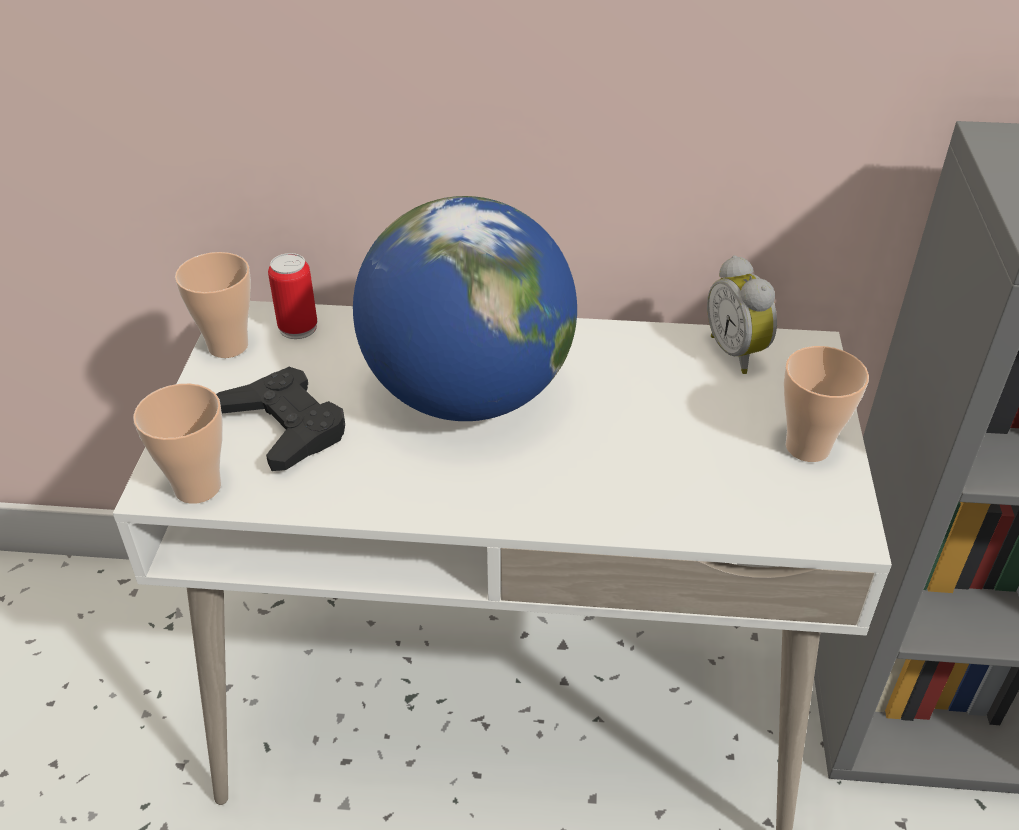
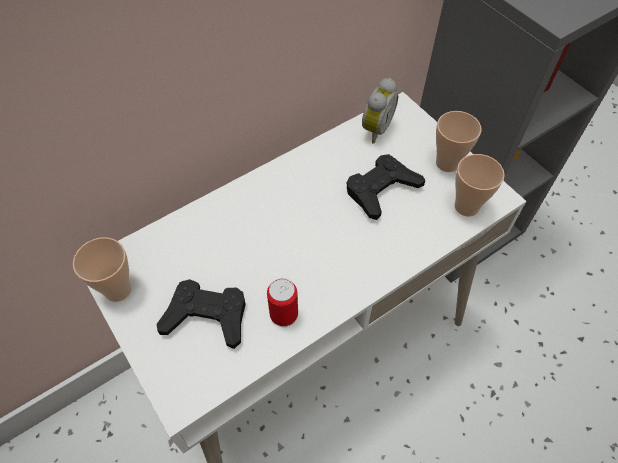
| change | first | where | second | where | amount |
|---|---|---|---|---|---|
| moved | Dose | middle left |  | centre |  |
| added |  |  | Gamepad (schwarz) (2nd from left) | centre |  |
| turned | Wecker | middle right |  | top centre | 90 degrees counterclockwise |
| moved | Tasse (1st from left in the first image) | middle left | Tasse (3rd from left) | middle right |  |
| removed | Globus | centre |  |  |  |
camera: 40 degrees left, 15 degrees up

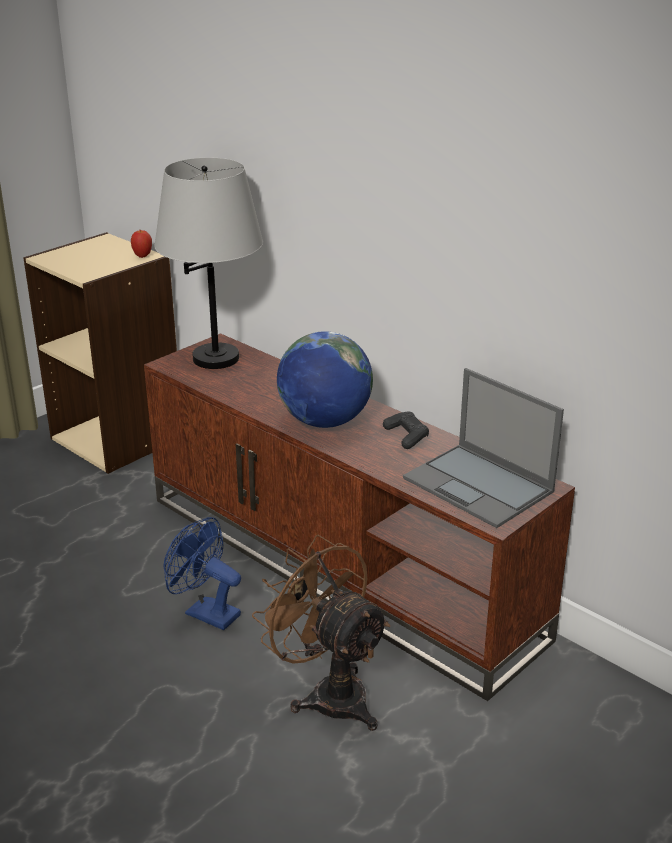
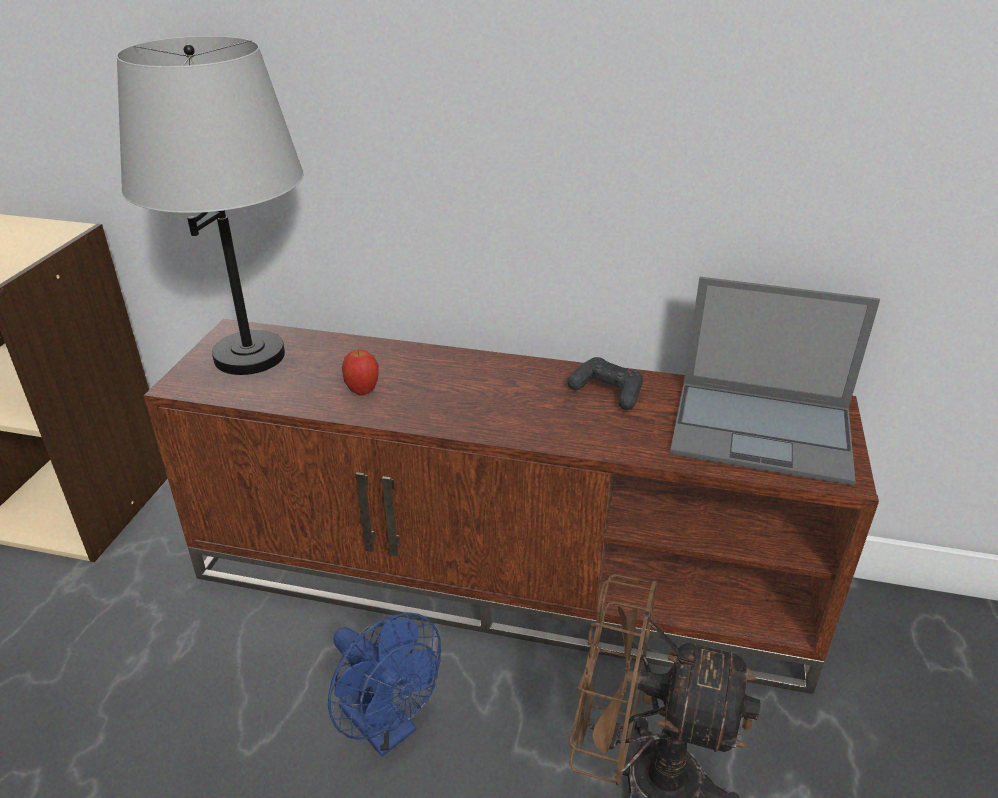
| change | first | where | second | where | amount |
|---|---|---|---|---|---|
| turned | Ventilator (blau) | bottom left |  | bottom centre | 135 degrees counterclockwise |
| moved | Apfel | top left |  | centre |  |
| removed | Globus | centre |  |  |  |
camera: 30 degrees left, 5 degrees up

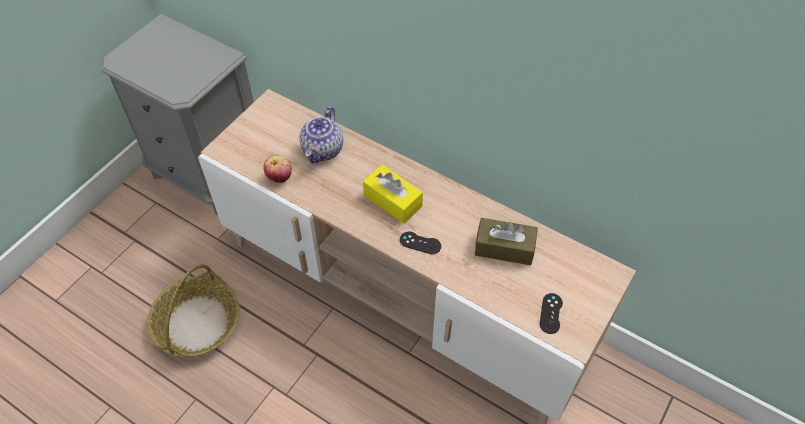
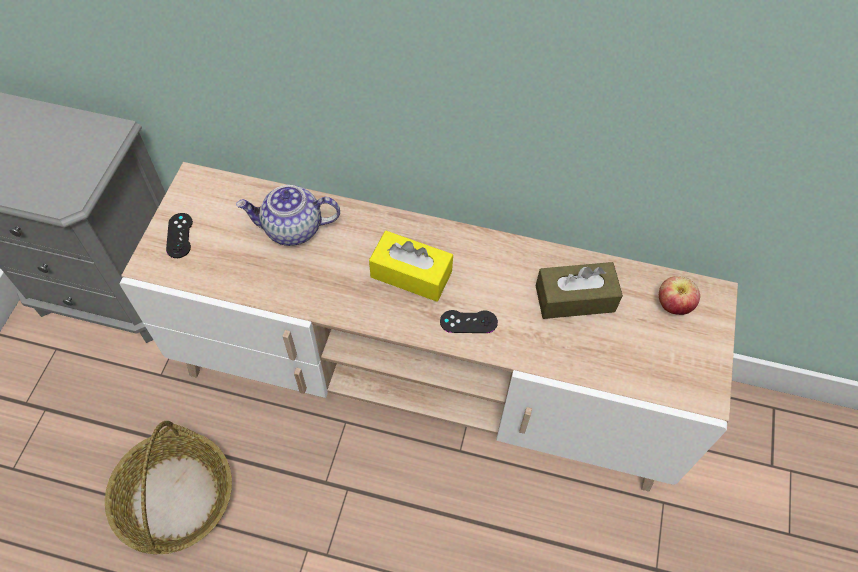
| change | first | where | second | where | amount |
|---|---|---|---|---|---|
| moved | Gamepad (schwarz) (2nd from left in the first image) | bottom right | Gamepad (schwarz) (1st from left) | middle left |  |
| turned | Teekanne | top centre |  | centre | 90 degrees clockwise |
| moved | Apfel | centre |  | middle right |  |
camera: 20 degrees left, 5 degrees up

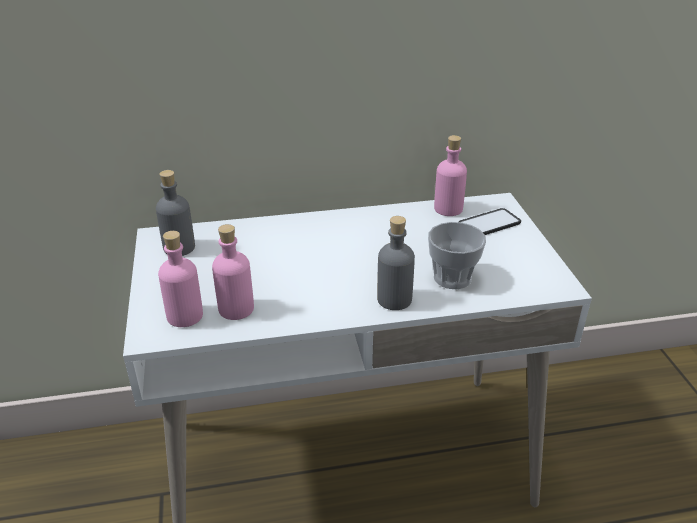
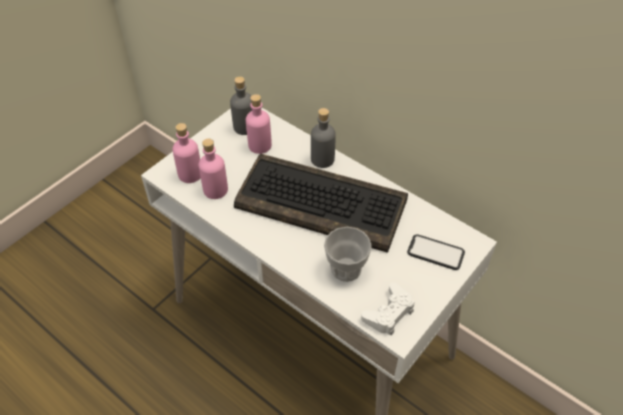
| change | first | where | second | where | amount |
|---|---|---|---|---|---|
| added |  |  | Tastatur | centre |  |
| moved | Flasche (rosa) (3rd from left) | centre |  | top centre |  |
| moved | Flasche (grau) (2nd from left) | centre |  | top centre |  |
| added |  |  | Gamepad (weiß) | bottom centre |  |
camera: 50 degrees right, 15 degrees up

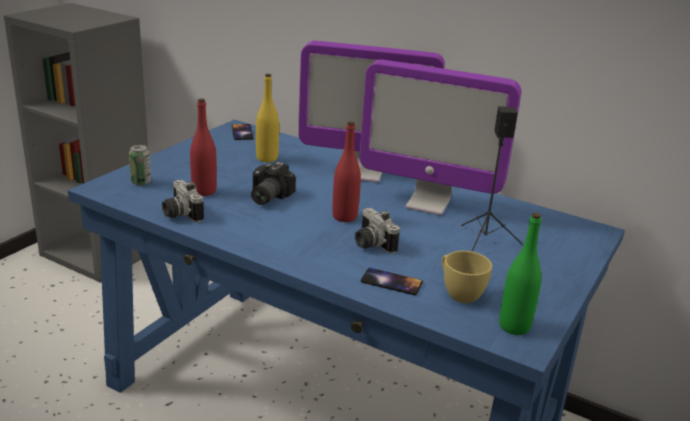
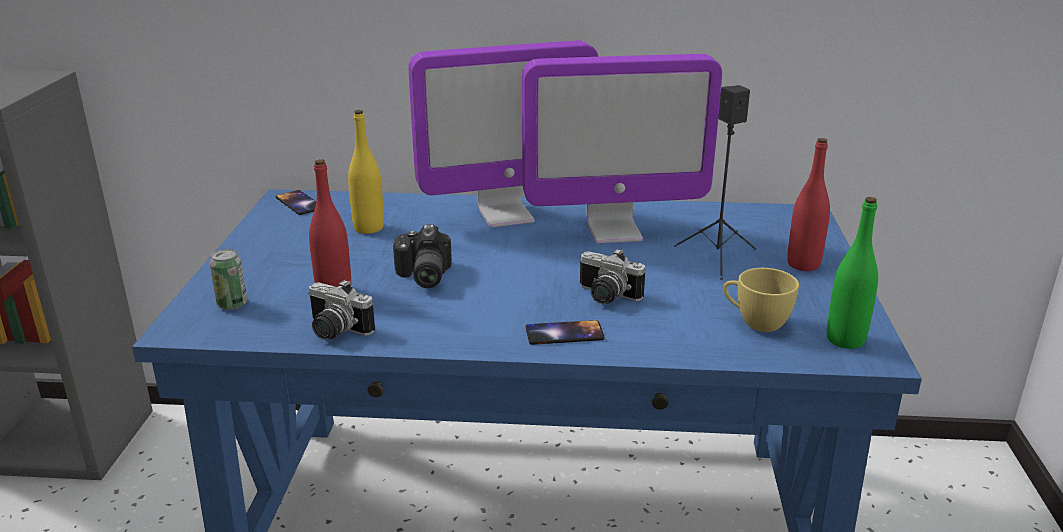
| change | first | where | second | where | amount |
|---|---|---|---|---|---|
| moved | Handy (2nd from left) | bottom centre |  | centre |  |
| moved | Flasche (rot) (2nd from left) | centre |  | middle right |  |
camera: 25 degrees left, 0 degrees up

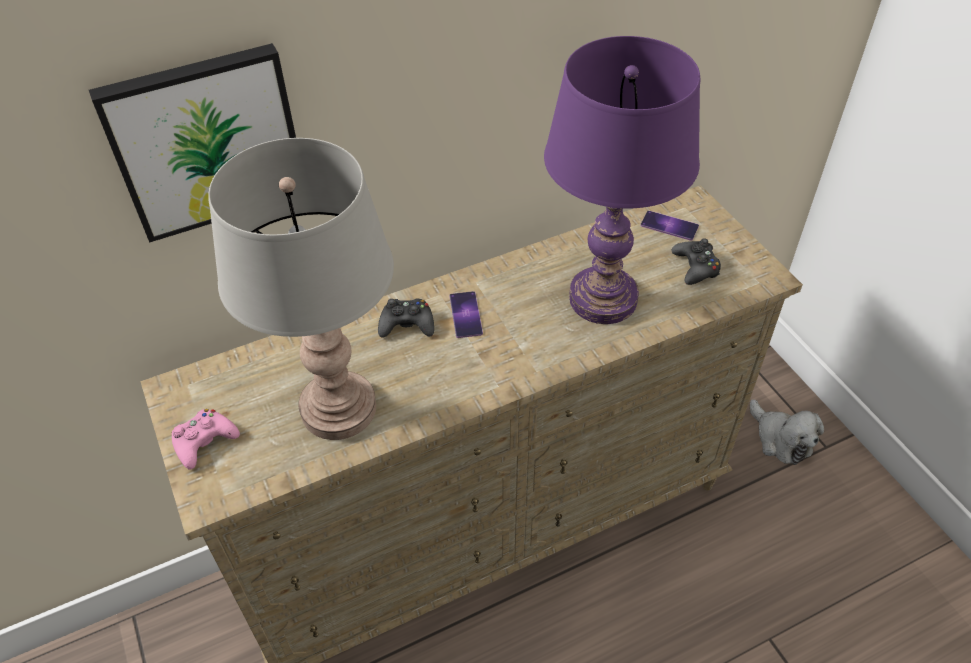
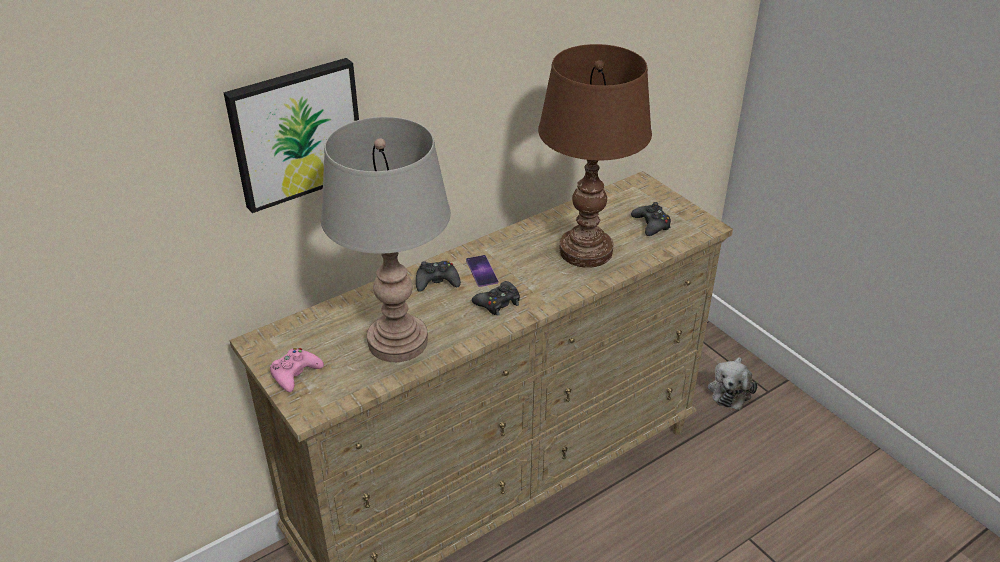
| change | first | where | second | where | amount |
|---|---|---|---|---|---|
| added |  |  | Gamepad (schwarz) (2nd from left) | centre |  |
| recoloured | Tischlampe (lila) | top centre | Tischlampe (braun) | top centre |  |
| turned | Plüschtier | middle right |  | bottom right | 60 degrees clockwise |
| removed | Handy (2nd from left) | middle right |  |  |  |
camera: 10 degrees left, 10 degrees down

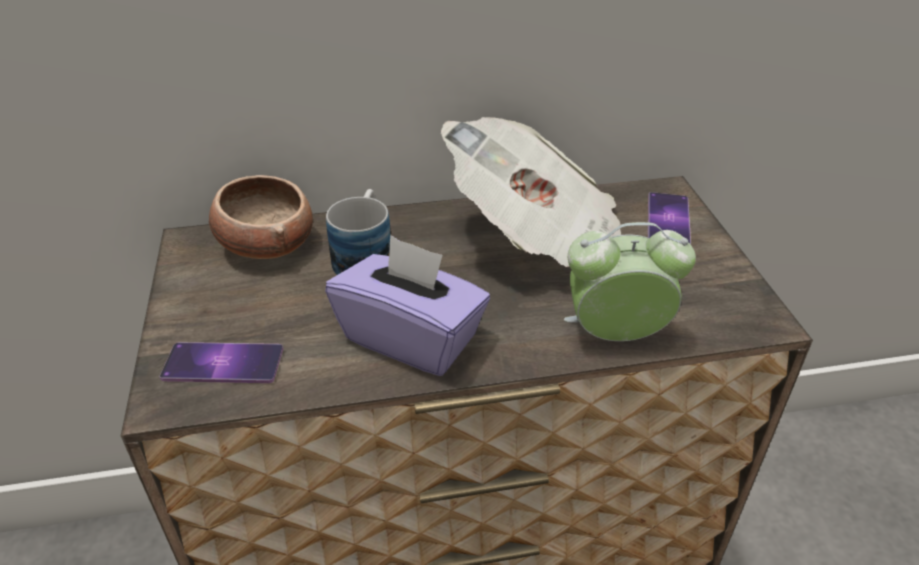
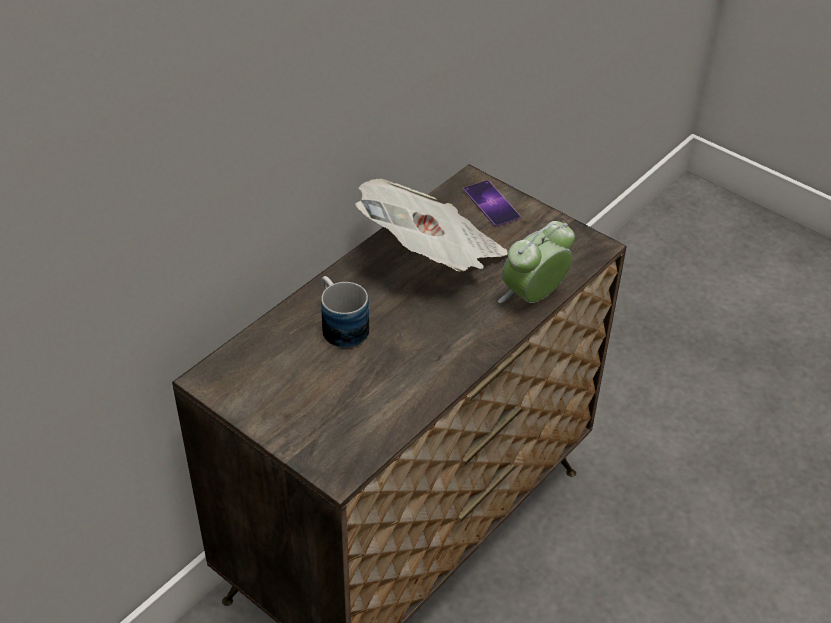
| change | first | where | second | where | amount |
|---|---|---|---|---|---|
| removed | Handy (1st from left) | middle left |  |  |  |
| removed | Schüssel | middle left |  |  |  |
| removed | Taschentuchbox (lila) | centre |  |  |  |
camera: 40 degrees left, 5 degrees up

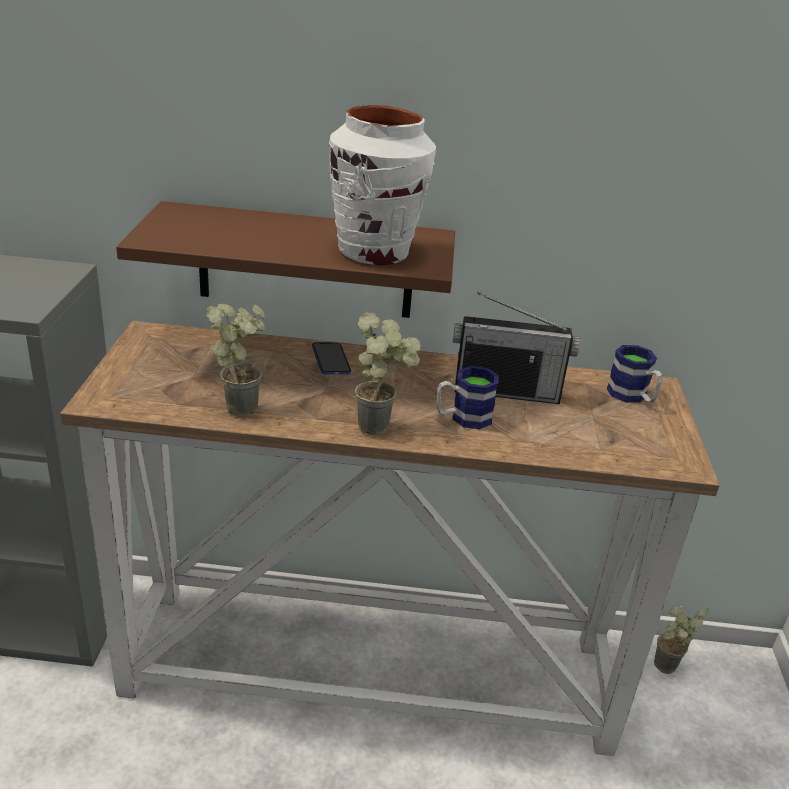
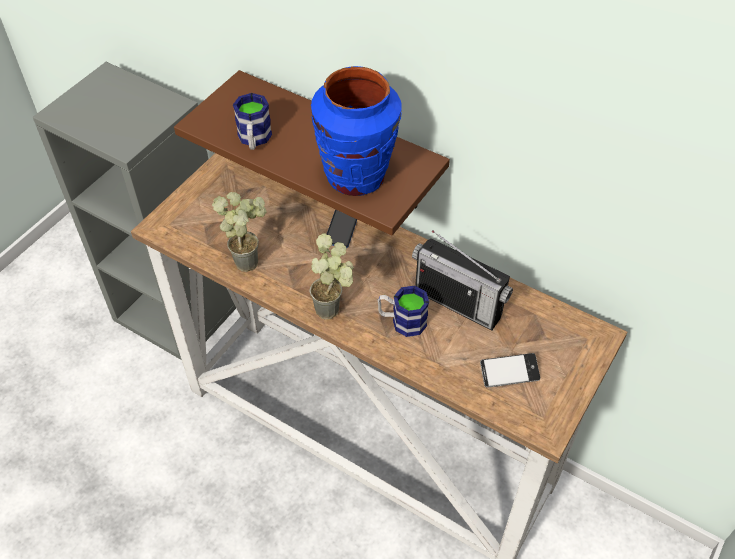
| change | first | where | second | where | amount |
|---|---|---|---|---|---|
| moved | Henkelbecher (2nd from left in the first image) | middle right | Henkelbecher (1st from left) | top centre |  |
| recoloured | Vase (weiß) | top centre | Vase (blau) | top centre |  |
| added |  |  | Handy (2nd from left) | middle right |  |
| removed | Topfpflanze (3rd from left) | bottom right |  |  |  |
camera: 30 degrees right, 20 degrees up

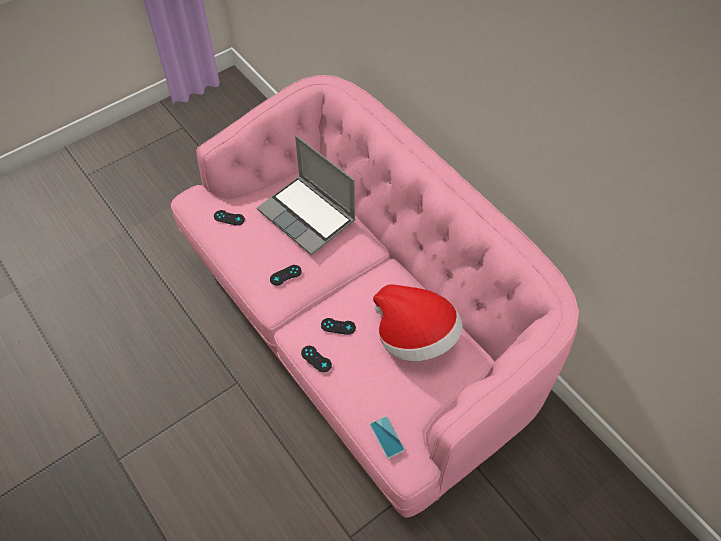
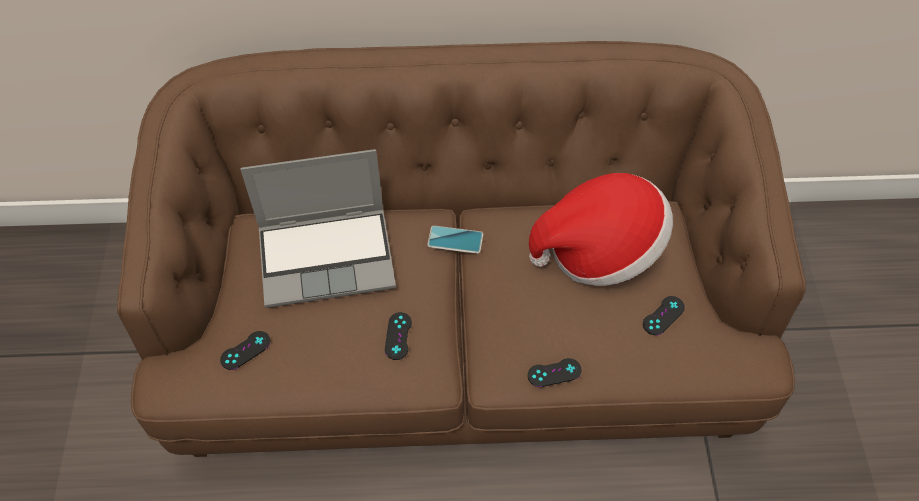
| change | first | where | second | where | amount |
|---|---|---|---|---|---|
| recoloured | Sofa (rosa) | centre | Sofa (braun) | centre |  |
| moved | Handy | bottom centre |  | centre |  |
| moved | Gamepad (schwarz) (4th from left) | centre |  | middle right |  |
camera: 55 degrees left, 0 degrees up

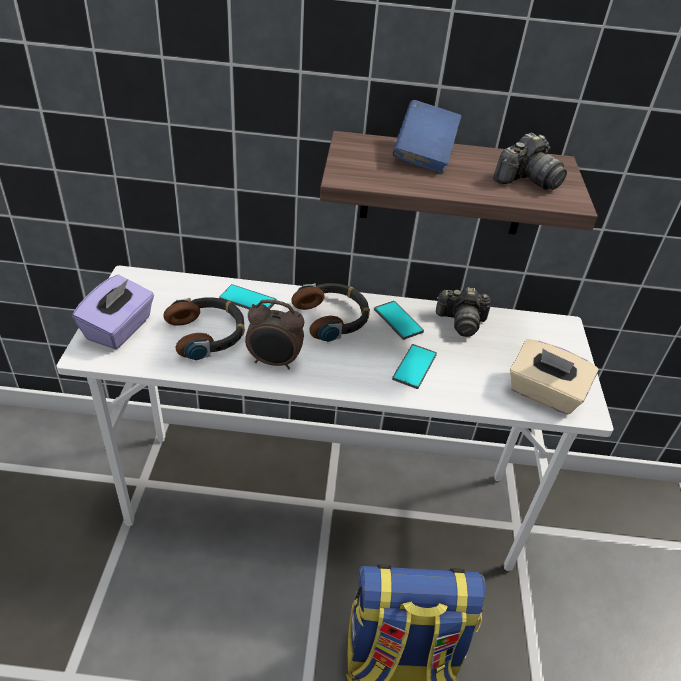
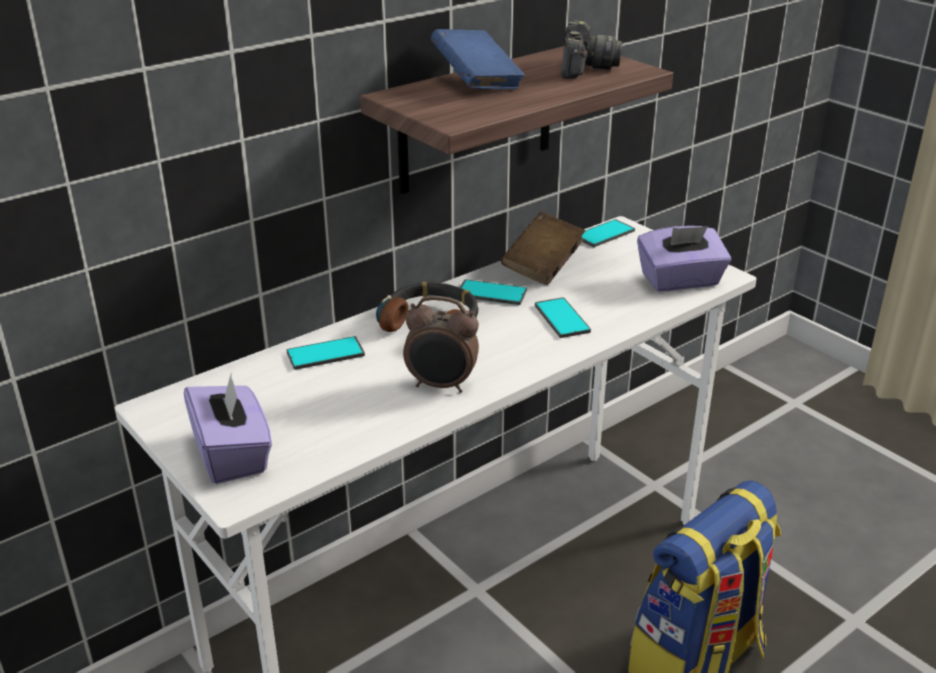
| change | first | where | second | where | amount |
|---|---|---|---|---|---|
| turned | Wecker | centre |  | centre | 45 degrees clockwise |
| replaced | Kamera (1st from left) | middle right | Buch (braun) | centre |  |
| added |  |  | Handy (4th from left) | centre |  |
| recoloured | Taschentuchbox (beige) | middle right | Taschentuchbox (lila) (2nd from left) | middle right |  |
| removed | Kopfhörer (1st from left) | middle left |  |  |  |
camera: 40 degrees left, 10 degrees down

